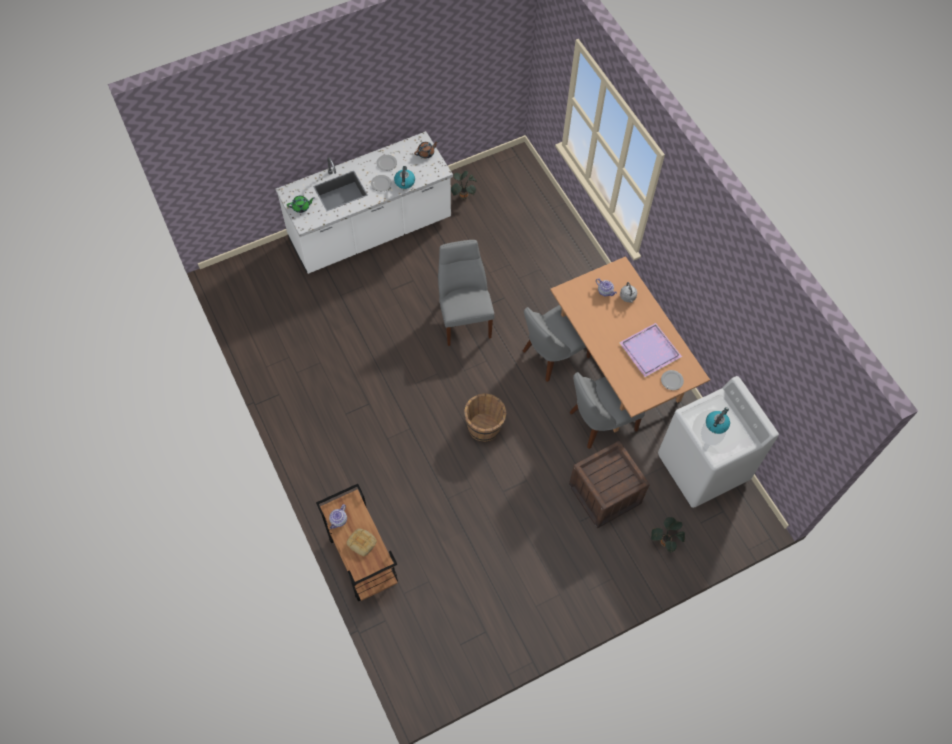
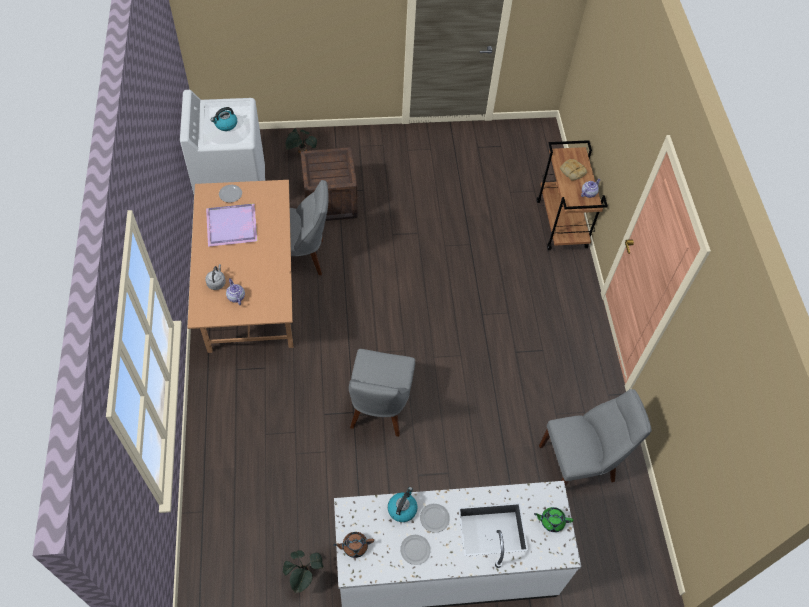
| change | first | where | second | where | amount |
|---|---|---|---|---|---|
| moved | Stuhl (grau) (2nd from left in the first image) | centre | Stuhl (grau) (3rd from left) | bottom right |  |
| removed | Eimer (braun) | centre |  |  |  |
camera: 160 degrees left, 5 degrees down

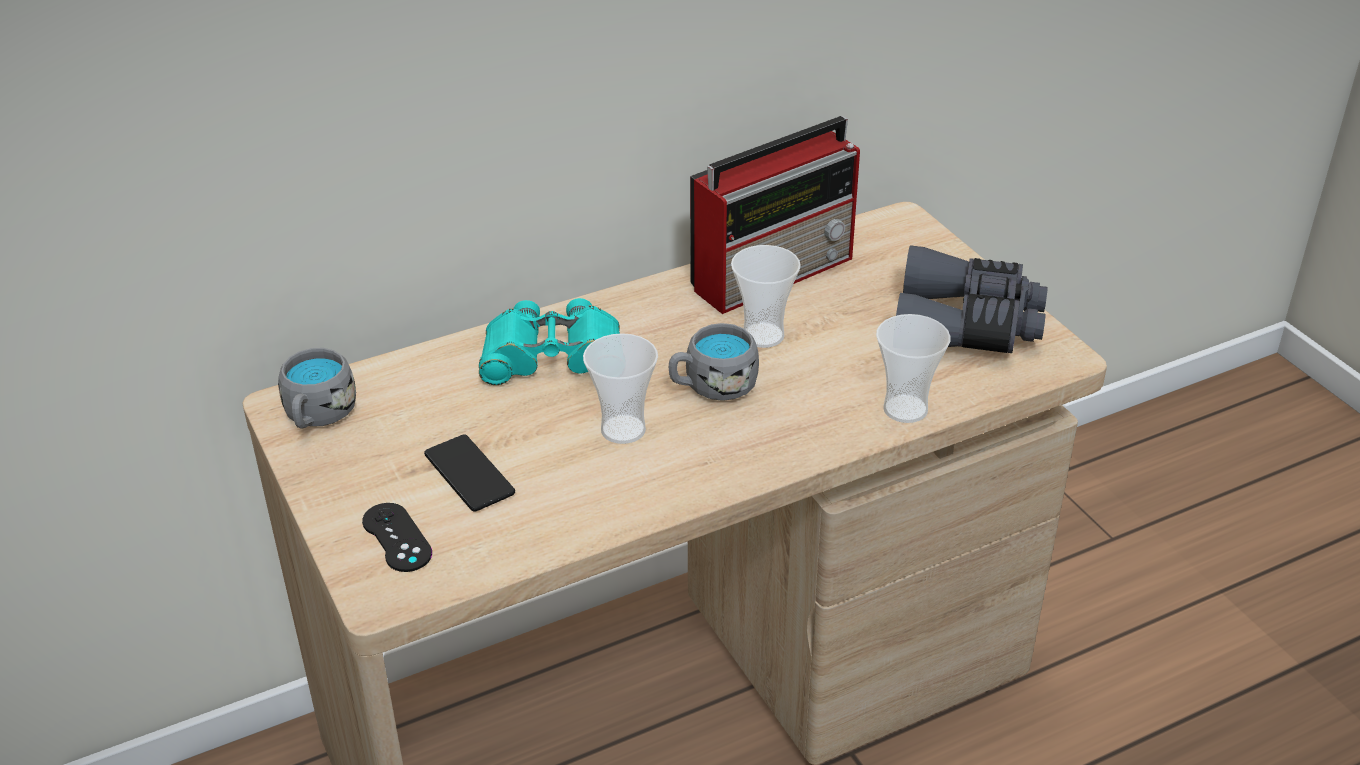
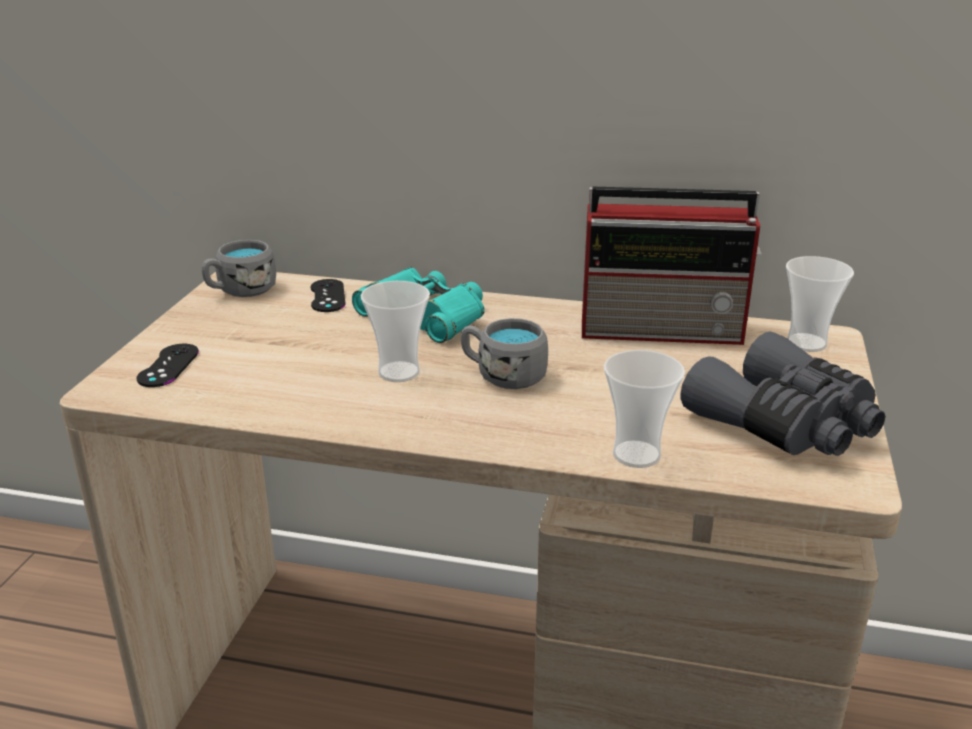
| change | first | where | second | where | amount |
|---|---|---|---|---|---|
| added |  |  | Gamepad (schwarz) (2nd from left) | centre |  |
| moved | Tasse (2nd from left in the first image) | centre | Tasse (3rd from left) | middle right |  |
| removed | Handy | centre |  |  |  |
camera: 40 degrees right, 10 degrees down

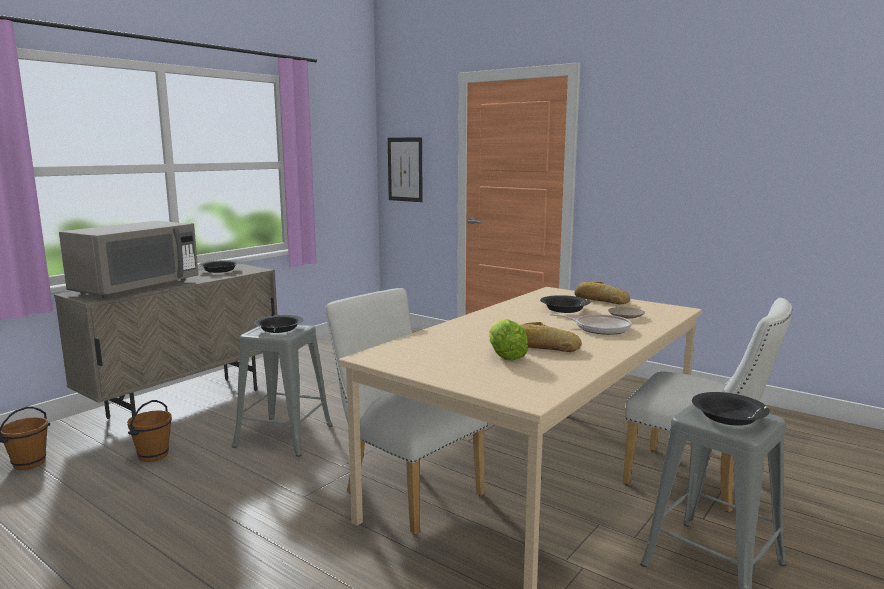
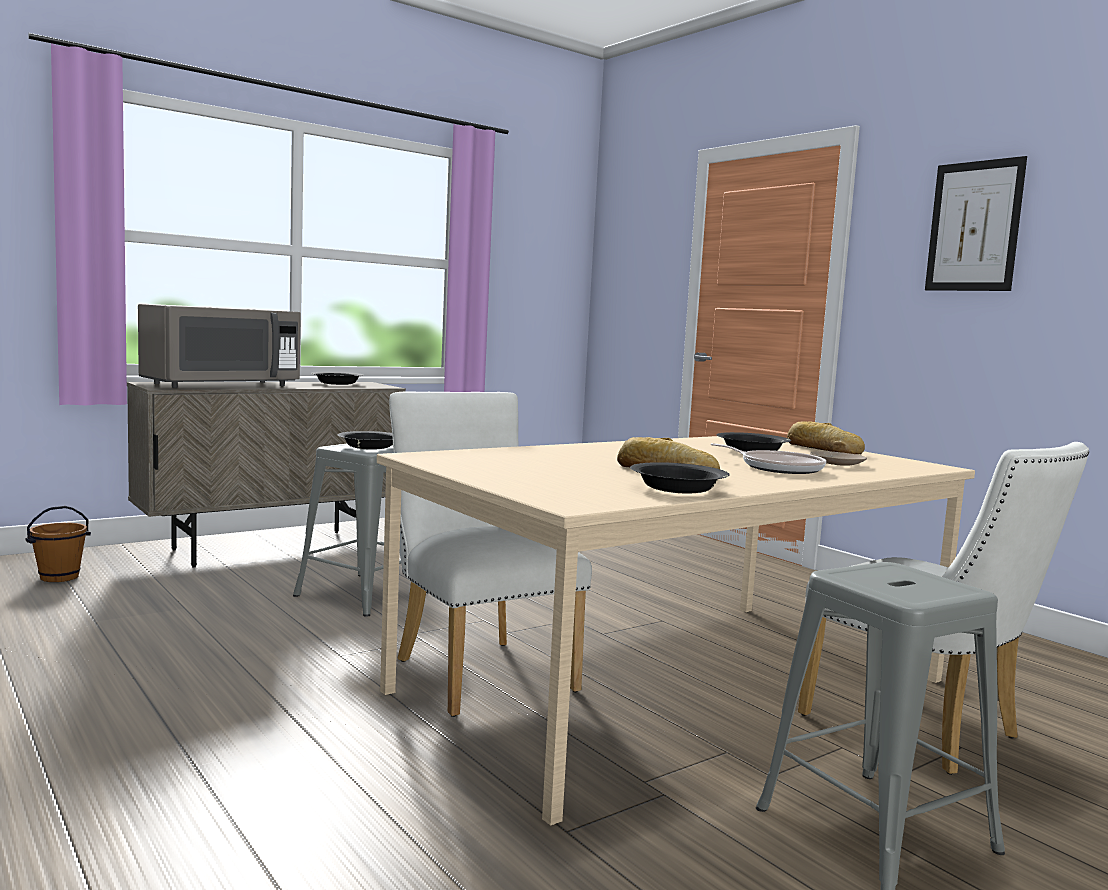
| change | first | where | second | where | amount |
|---|---|---|---|---|---|
| moved | Schüssel (schwarz) (4th from left in the first image) | bottom right | Schüssel (schwarz) (3rd from left) | centre |  |
| moved | Bild | top centre |  | top right |  |
| removed | Eimer (braun) (2nd from left) | bottom left |  |  |  |
| removed | Salatkopf | centre |  |  |  |
camera: 15 degrees right, 5 degrees down

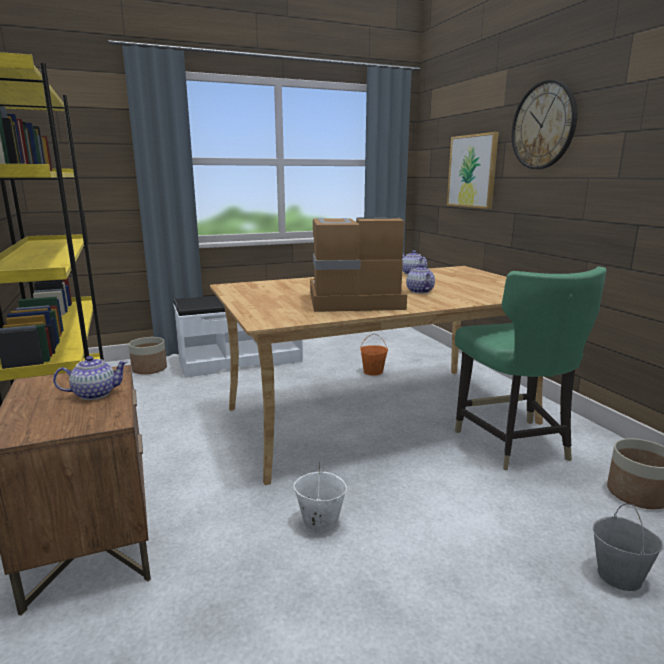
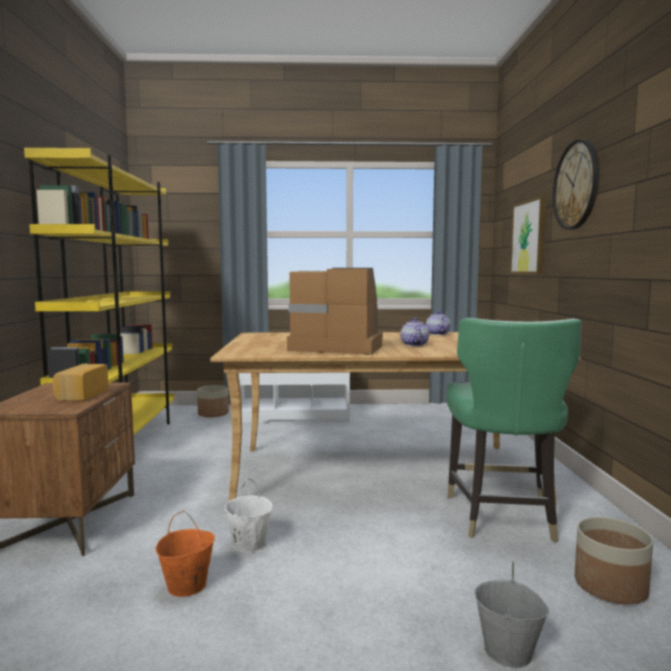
| change | first | where | second | where | amount |
|---|---|---|---|---|---|
| replaced | Teekanne (1st from left) | middle left | Brot | middle left |  |
| moved | Eimer (orange) | centre |  | bottom left |  |
camera: 20 degrees right, 10 degrees down

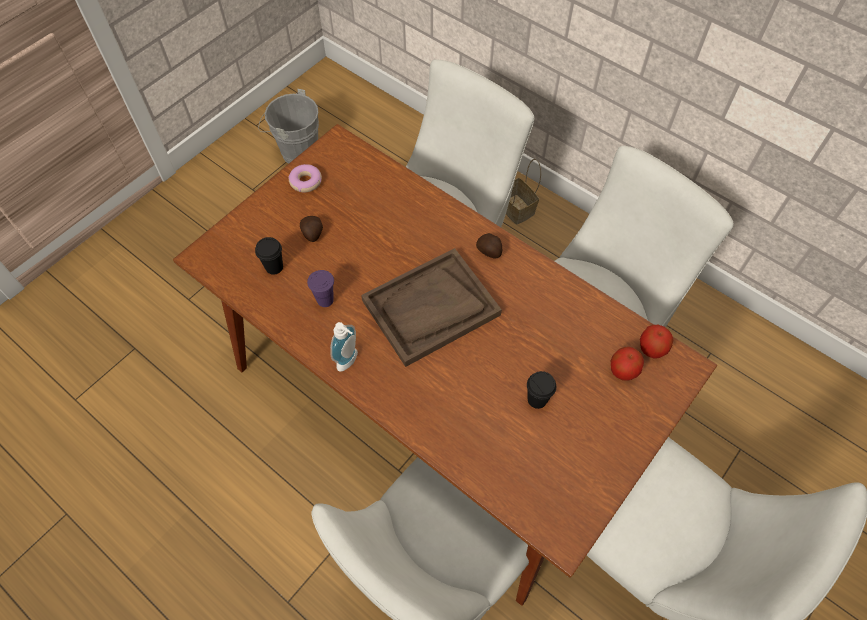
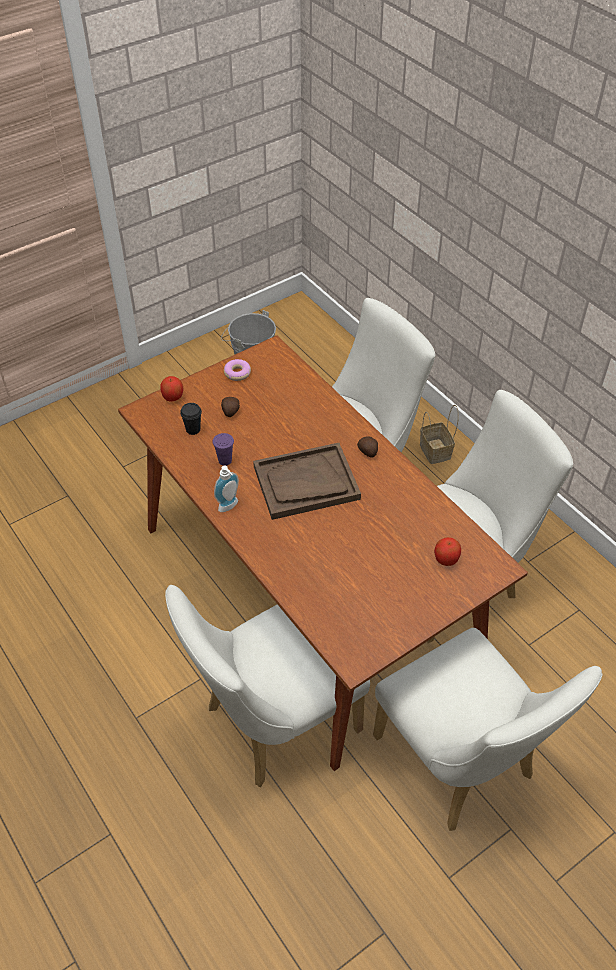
| change | first | where | second | where | amount |
|---|---|---|---|---|---|
| moved | Apfel (2nd from left in the first image) | middle right | Apfel (1st from left) | middle left |  |
| removed | Tasse (schwarz) (2nd from left) | centre |  |  |  |
camera: 15 degrees right, 10 degrees down

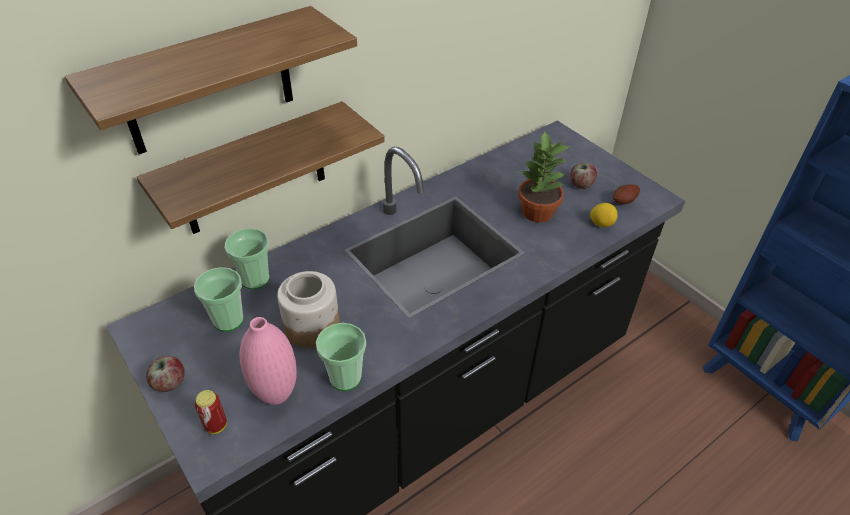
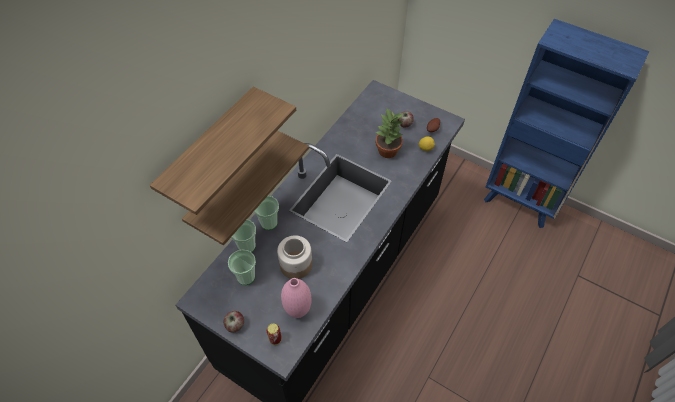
| change | first | where | second | where | amount |
|---|---|---|---|---|---|
| moved | Tasse (3rd from left) | bottom centre |  | centre |  |
camera: 20 degrees left, 10 degrees up

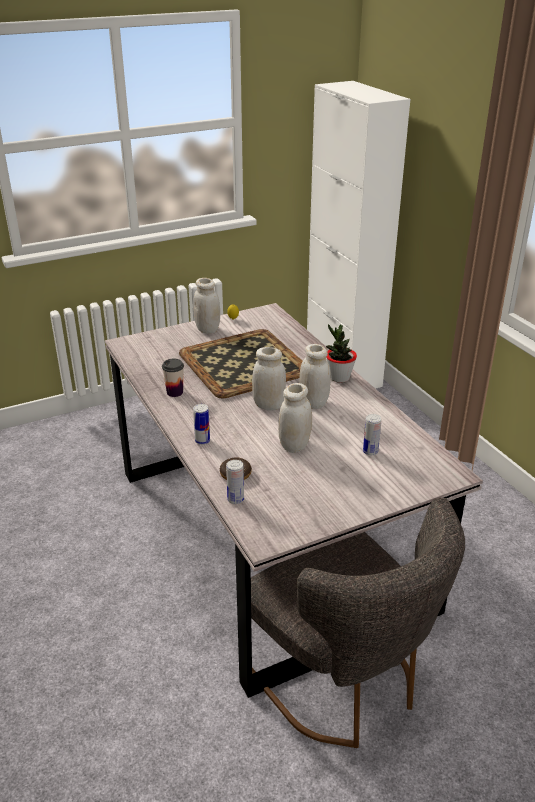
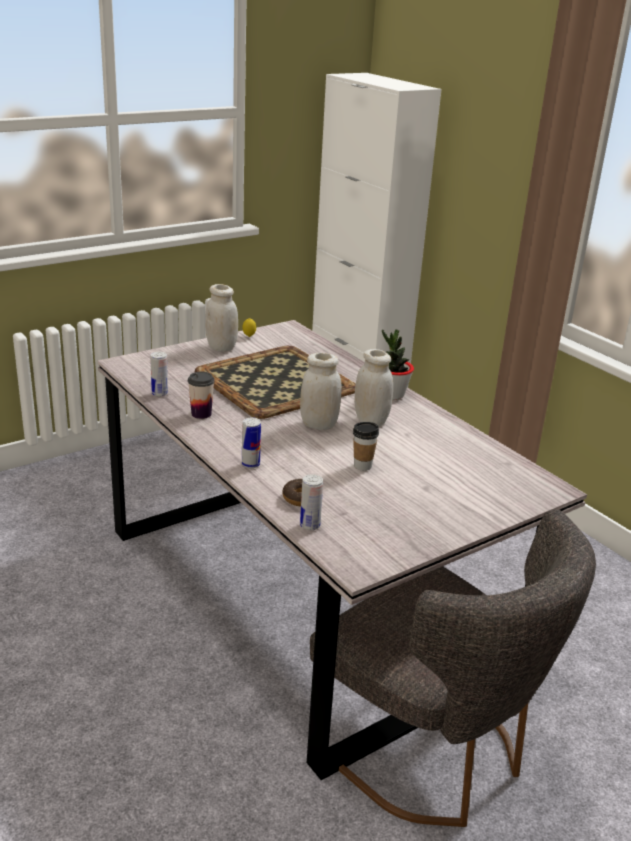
| change | first | where | second | where | amount |
|---|---|---|---|---|---|
| moved | Dose (3rd from left in the first image) | middle right | Dose (1st from left) | middle left |  |
| replaced | Vorratsglas (weiß) (3rd from left) | centre | Tasse (2nd from left) | centre |  |
camera: 10 degrees left, 5 degrees down

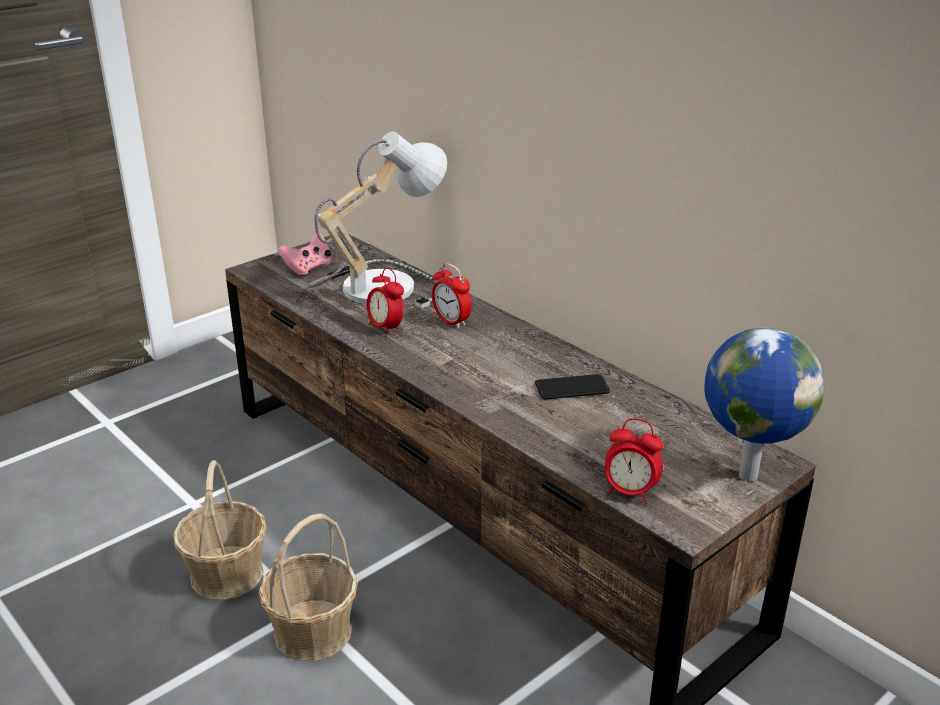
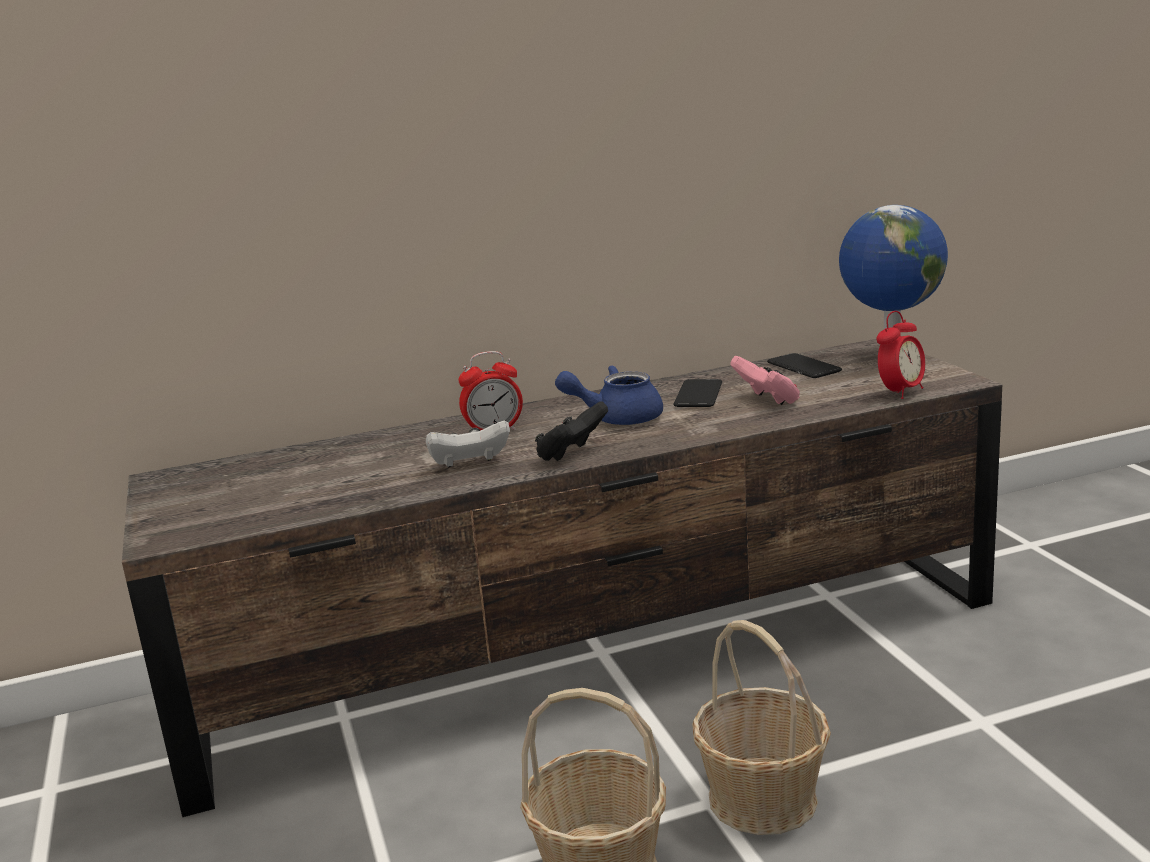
| change | first | where | second | where | amount |
|---|---|---|---|---|---|
| replaced | Wecker (1st from left) | centre | Gamepad (weiß) | centre |  |
| added |  |  | Gamepad (schwarz) | centre |  |
| added |  |  | Teekanne (blau) | centre |  |
| moved | Gamepad (rosa) | middle left |  | centre |  |
| added |  |  | Handy (2nd from left) | middle right |  |
| removed | Tischlampe | top centre |  |  |  |
camera: 65 degrees left, 10 degrees down

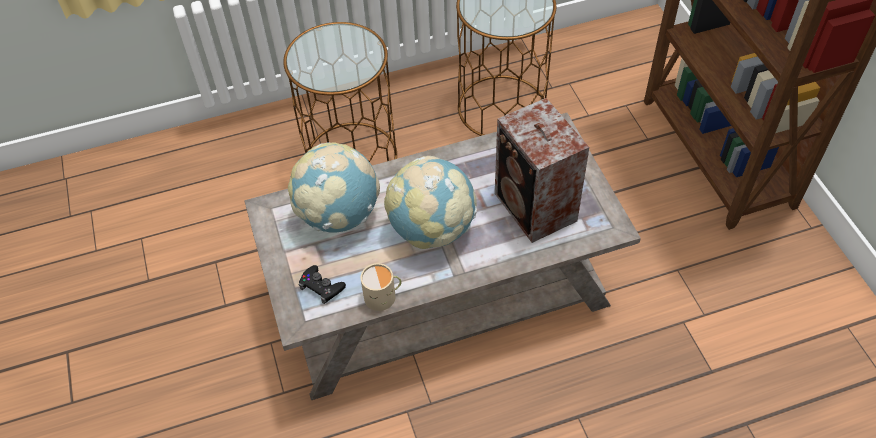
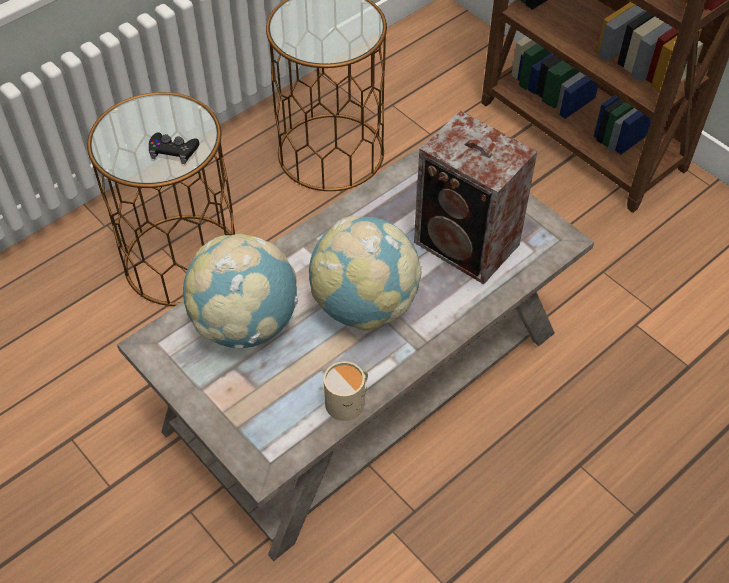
| change | first | where | second | where | amount |
|---|---|---|---|---|---|
| moved | Gamepad (schwarz) | centre |  | top left |  |
camera: 25 degrees left, 0 degrees up

